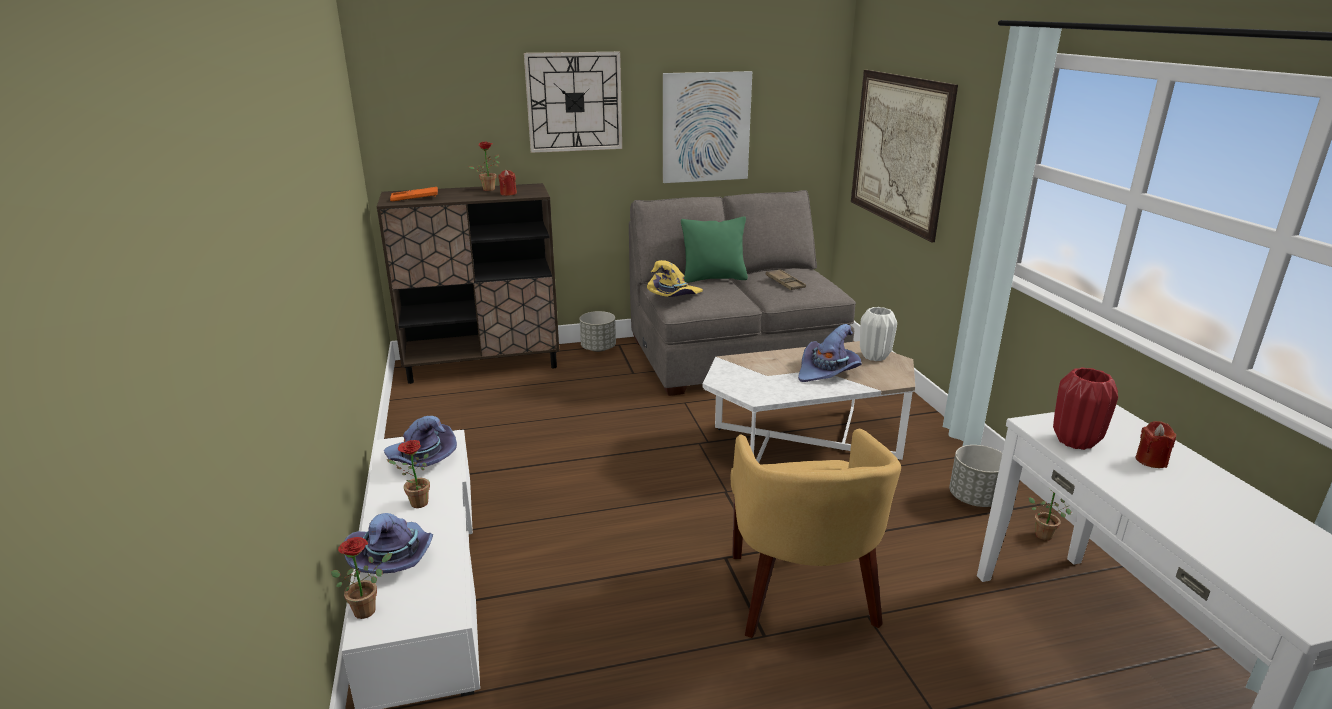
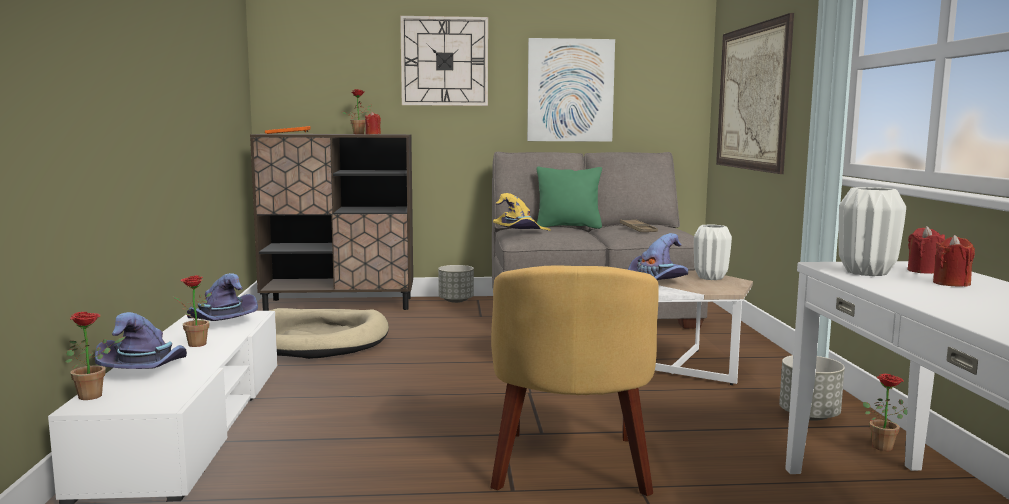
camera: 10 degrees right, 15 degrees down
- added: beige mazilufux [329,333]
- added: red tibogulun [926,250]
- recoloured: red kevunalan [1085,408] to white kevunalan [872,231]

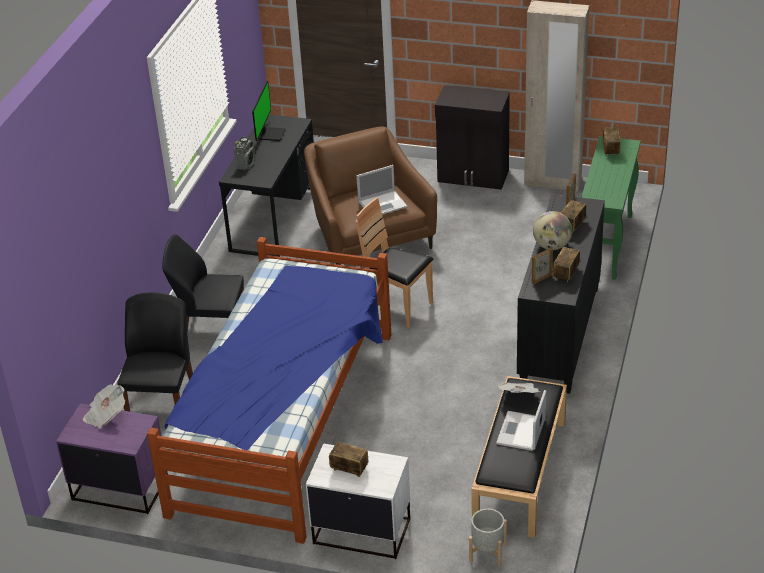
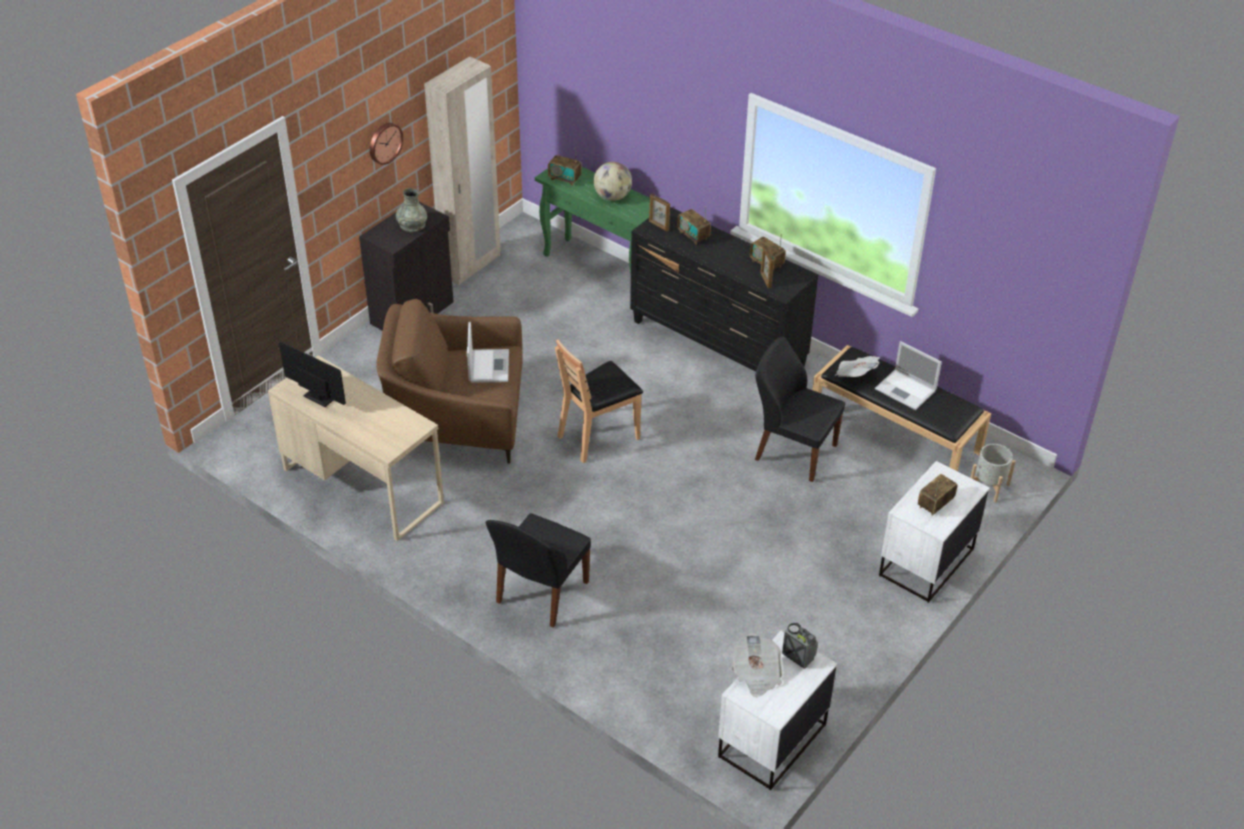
camera: 70 degrees left, 5 degrees up
- removed: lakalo [269,390]
- added: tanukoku [386,144]
- added: grey kevunalan [411,210]
- moved: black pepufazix [155,352] to [800,409]
- moved: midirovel [245,153] to [800,646]
- moved: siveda [552,230] to [612,181]
- recoloured: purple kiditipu [112,459] to white kiditipu [778,710]
- recoloured: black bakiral [266,185] to beige bakiral [356,448]

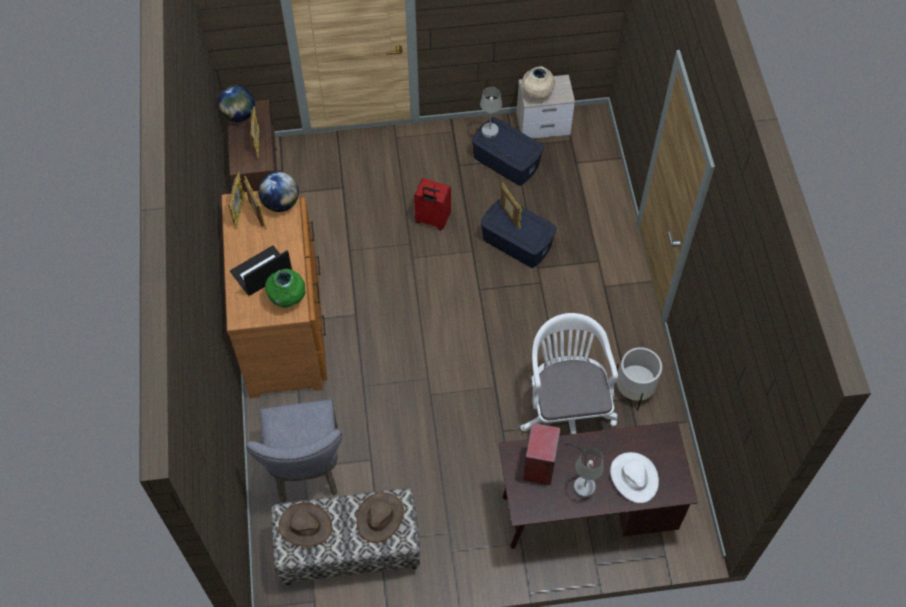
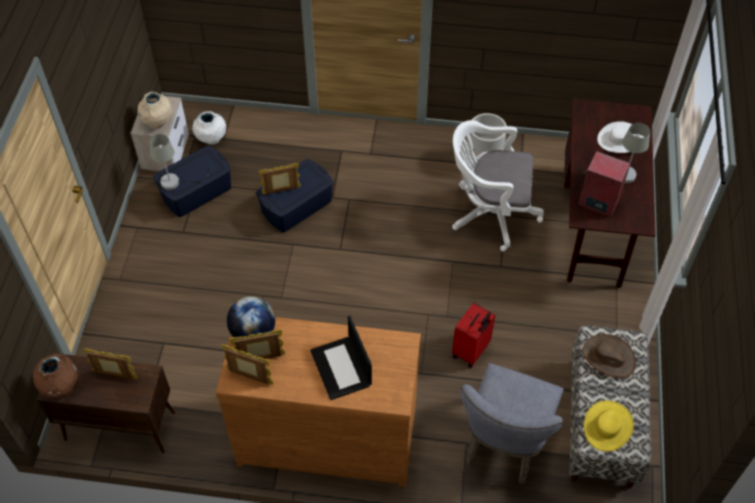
camera: 75 degrees left, 5 degrees down
- removed: green kevunalan [285,288]
- added: white kevunalan [209,128]
- moved: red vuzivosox [432,204] to [473,335]
- replaced: siveda [236,103] to brown kevunalan [55,376]
- recoloured: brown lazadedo [305,524] to yellow lazadedo [609,426]
- turned: grey pepufazix [294,451] = [512,423] 105 degrees clockwise

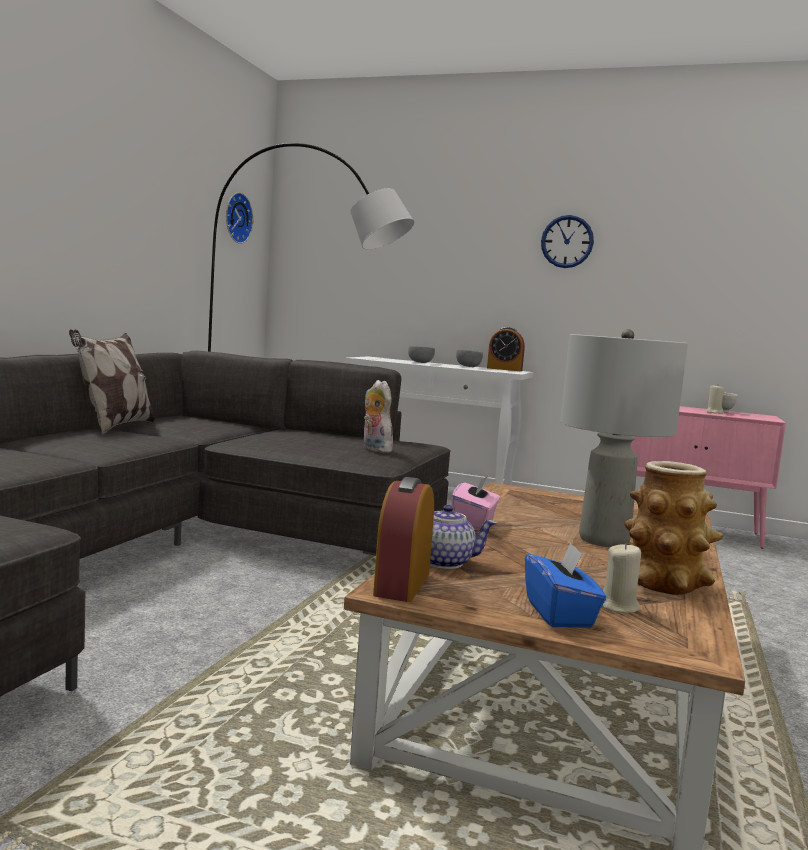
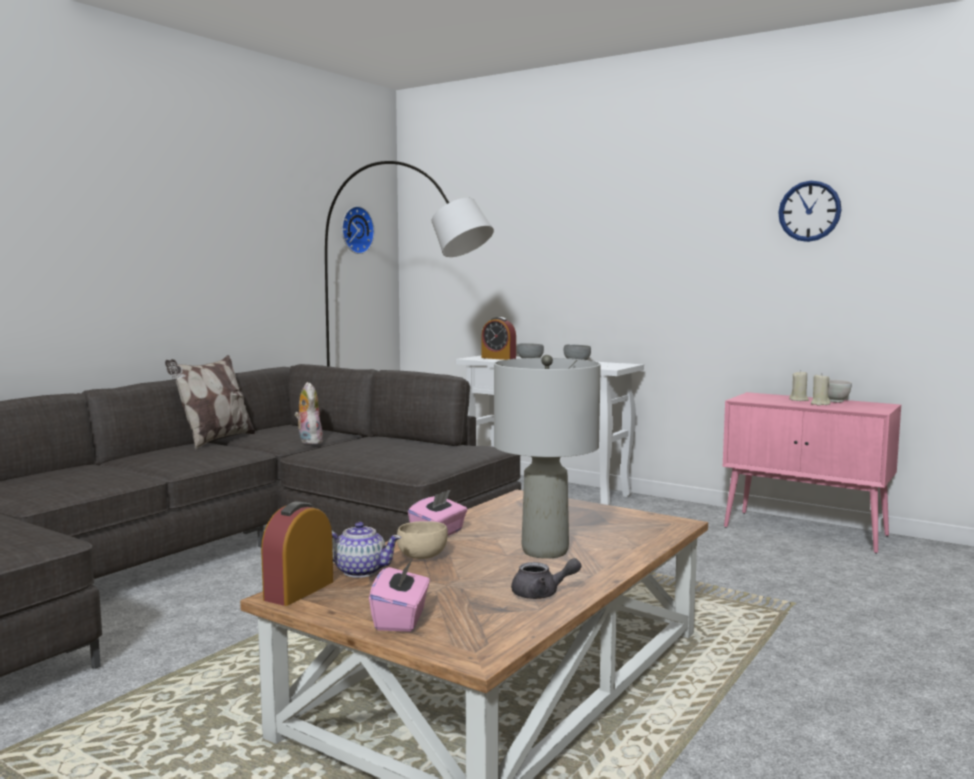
camera: 15 degrees right, 0 degrees up
- added: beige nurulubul [422,540]
- moved: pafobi [378,416] to [309,413]
- moved: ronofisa [506,349] to [498,338]
- moved: tanukoku [567,241] to [810,211]
- moved: beige tibogulun [621,578] to [799,385]
- replaced: kevunalan [673,528] to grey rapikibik [546,578]
- recoloured: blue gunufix [565,585] to pink gunufix [399,595]

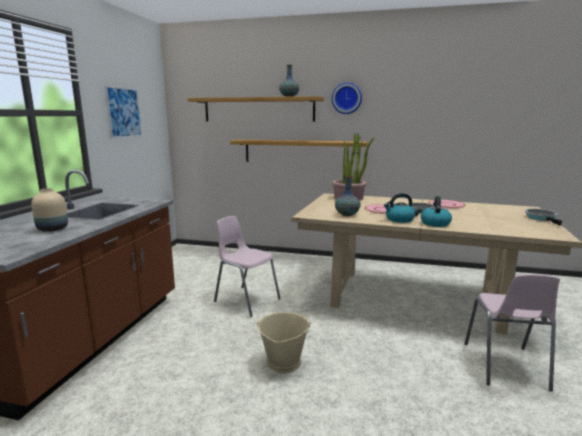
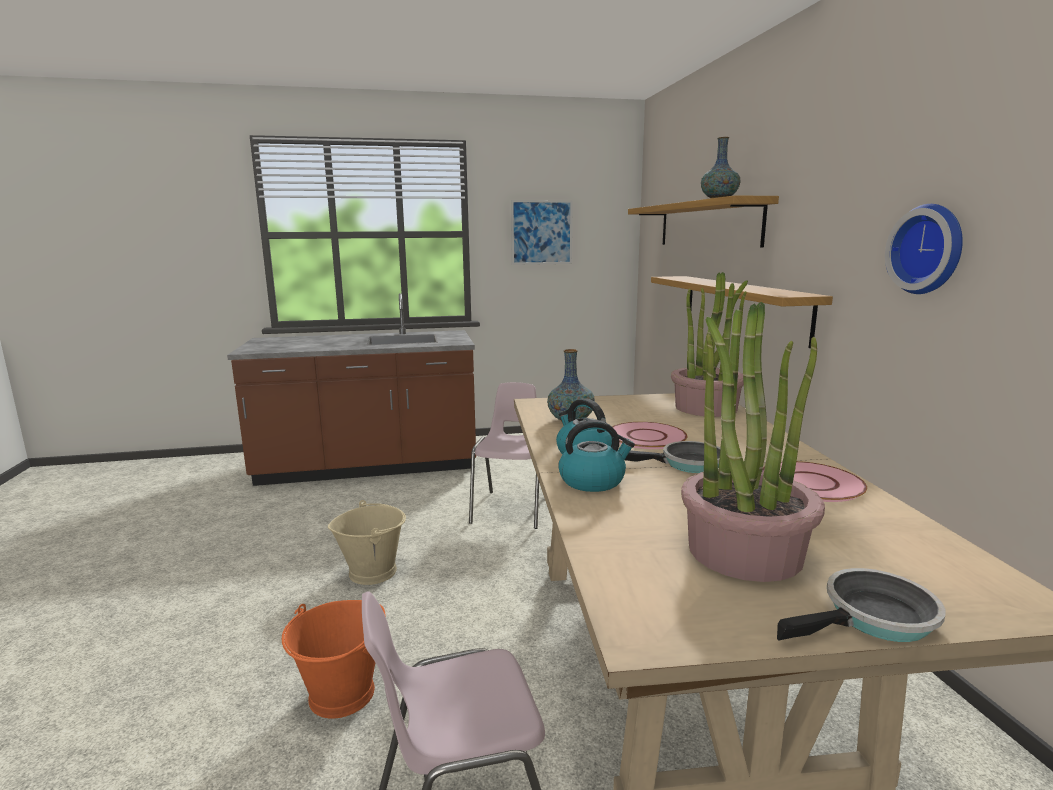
camera: 65 degrees right, 0 degrees up
- removed: beige kevunalan [49,210]
- added: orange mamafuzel [334,659]
- added: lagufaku [753,442]
- moved: tanukoku [347,98] to [924,249]

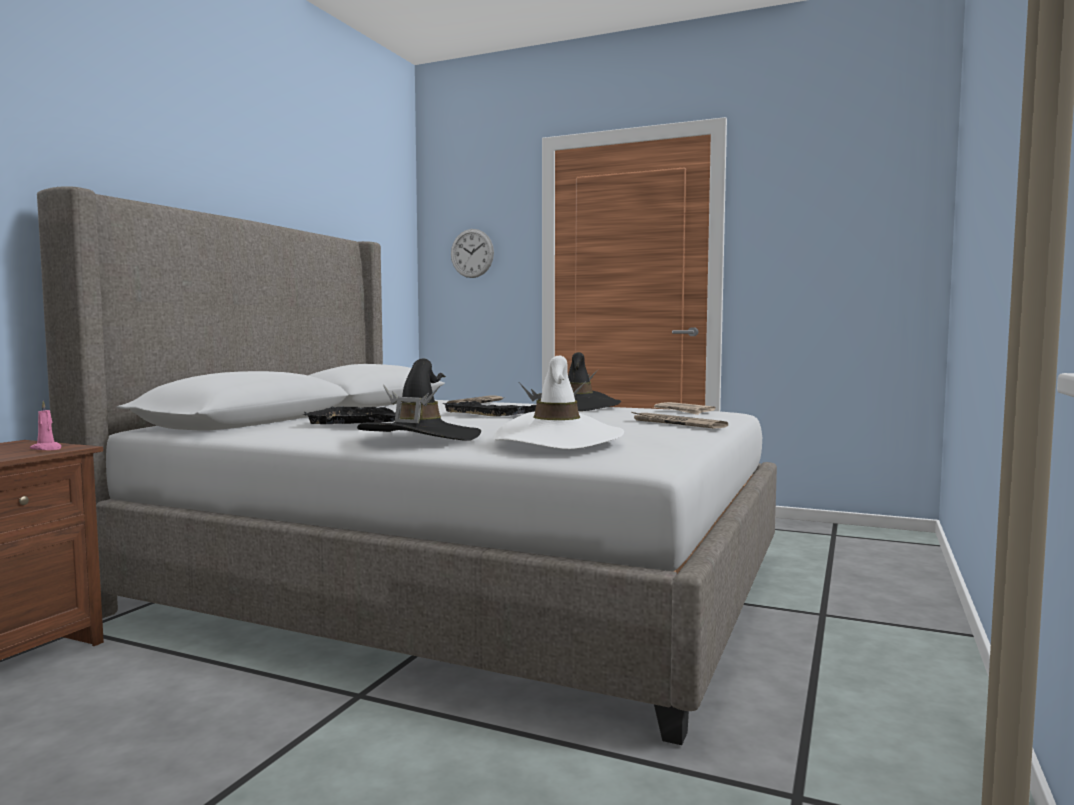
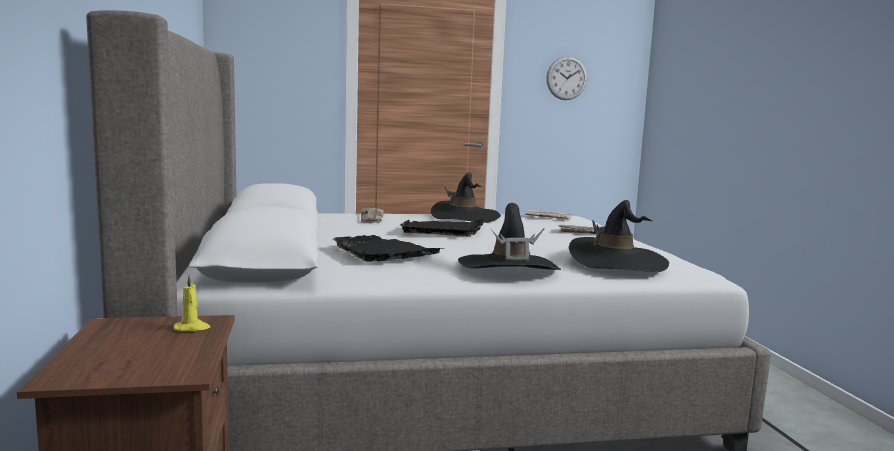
camera: 35 degrees left, 5 degrees up
- moved: tanukoku [472,253] to [566,78]
- recoloured: pink tibogulun [45,425] to yellow tibogulun [192,303]
- recoloured: white lazadedo [558,402] to black lazadedo [619,236]

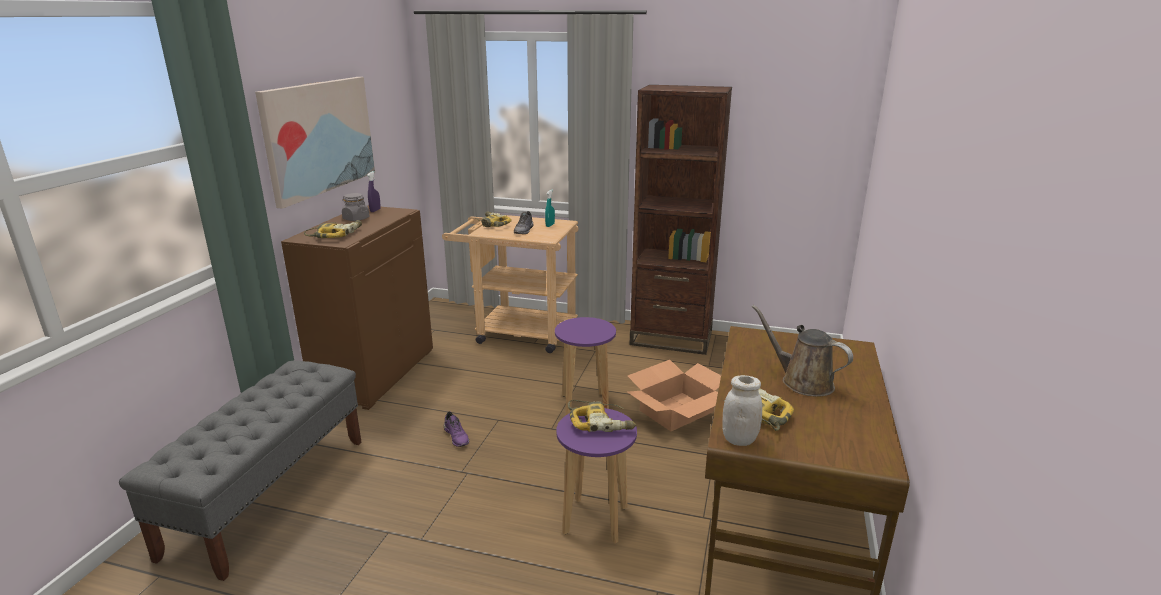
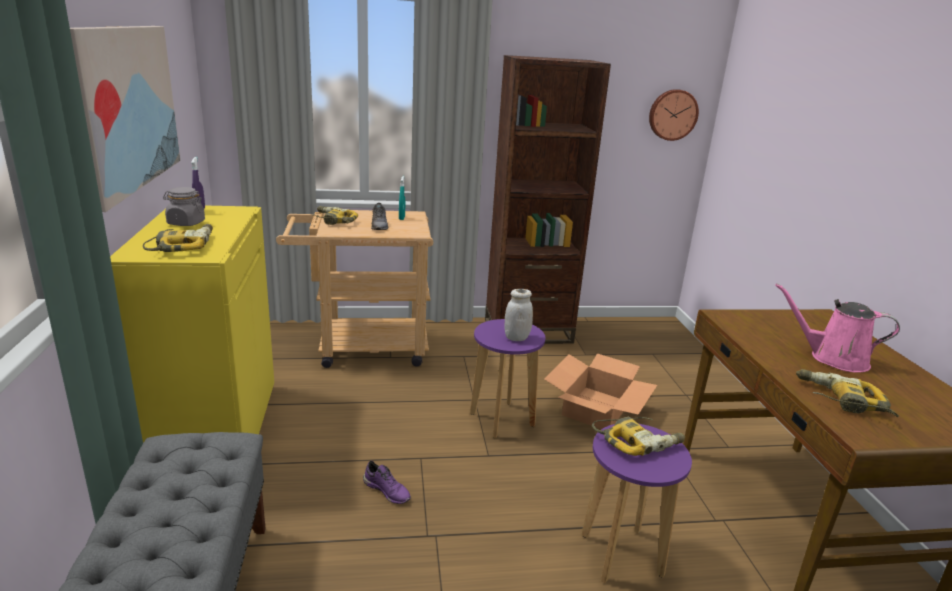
camera: 25 degrees left, 0 degrees up
- added: tanukoku [674,115]
- moved: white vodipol [742,410] to [518,315]
- recoloured: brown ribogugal [357,307] to yellow ribogugal [192,324]
- recoloured: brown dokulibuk [802,351] to pink dokulibuk [837,328]

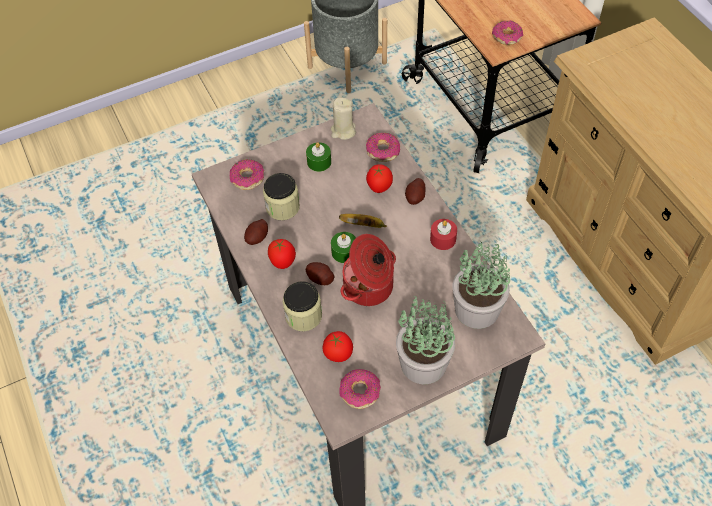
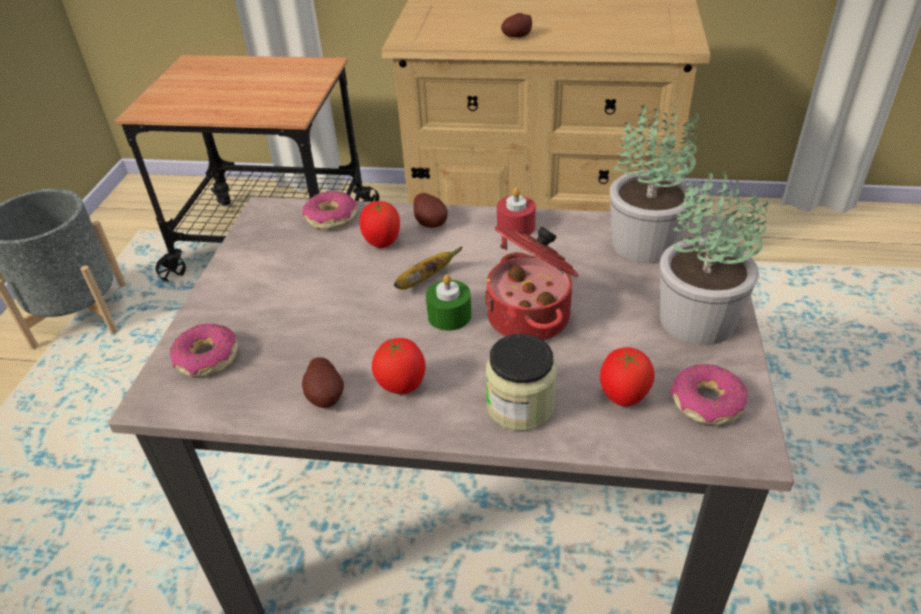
camera: 55 degrees left, 15 degrees down
- removed: vodipol [281,196]
- removed: green tibogulun [318,157]
- removed: beige tibogulun [343,118]
- removed: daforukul [507,33]
- moved: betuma [320,273] to [516,25]

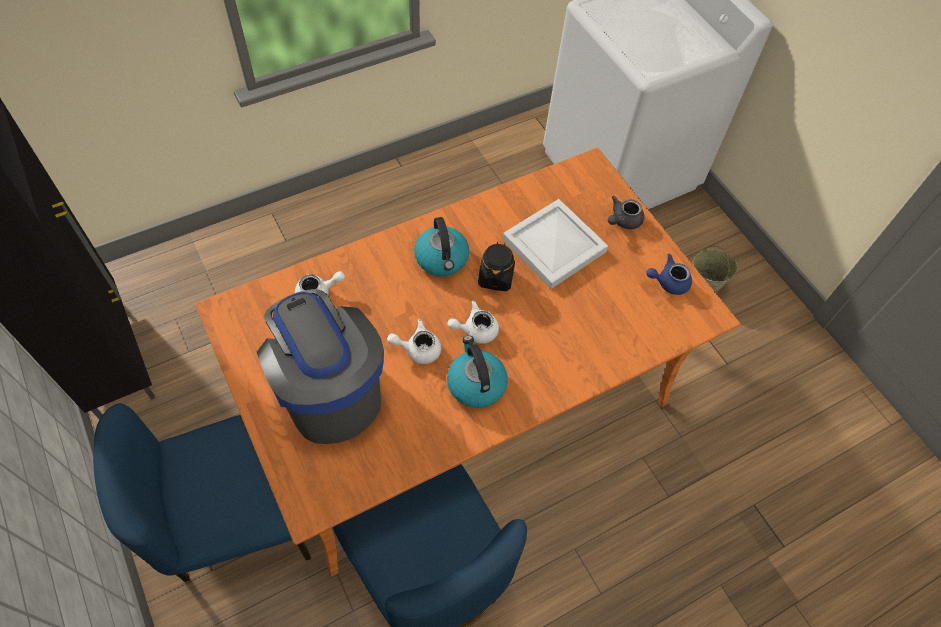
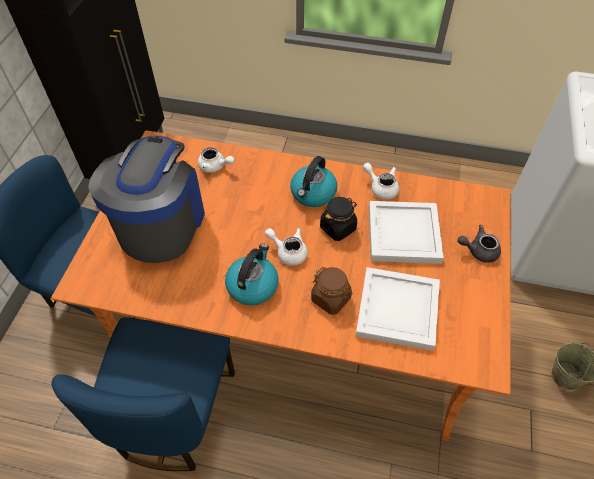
camera: 45 degrees right, 5 degrees down
- removed: blue rapikibik [669,274]
- added: brown vodipol [332,291]
- added: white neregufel [397,309]
- moved: white rapikibik [414,341] to [381,181]

